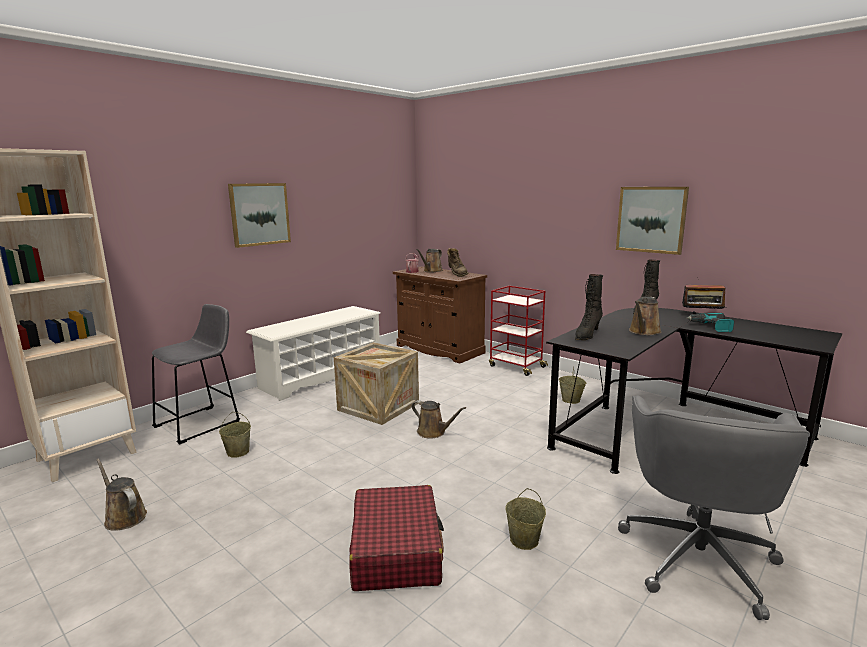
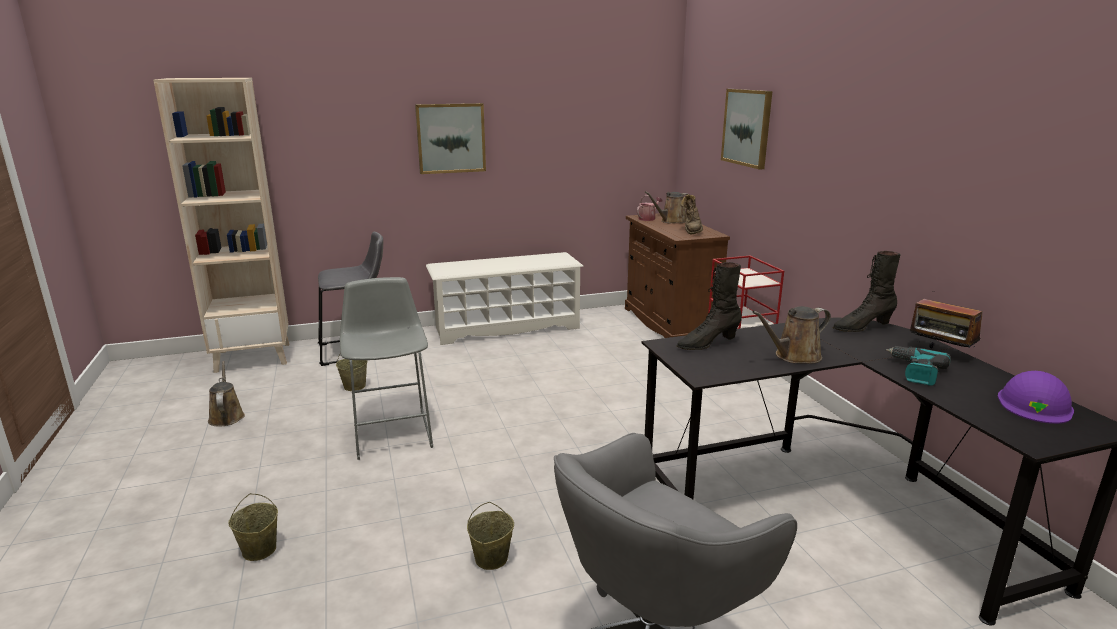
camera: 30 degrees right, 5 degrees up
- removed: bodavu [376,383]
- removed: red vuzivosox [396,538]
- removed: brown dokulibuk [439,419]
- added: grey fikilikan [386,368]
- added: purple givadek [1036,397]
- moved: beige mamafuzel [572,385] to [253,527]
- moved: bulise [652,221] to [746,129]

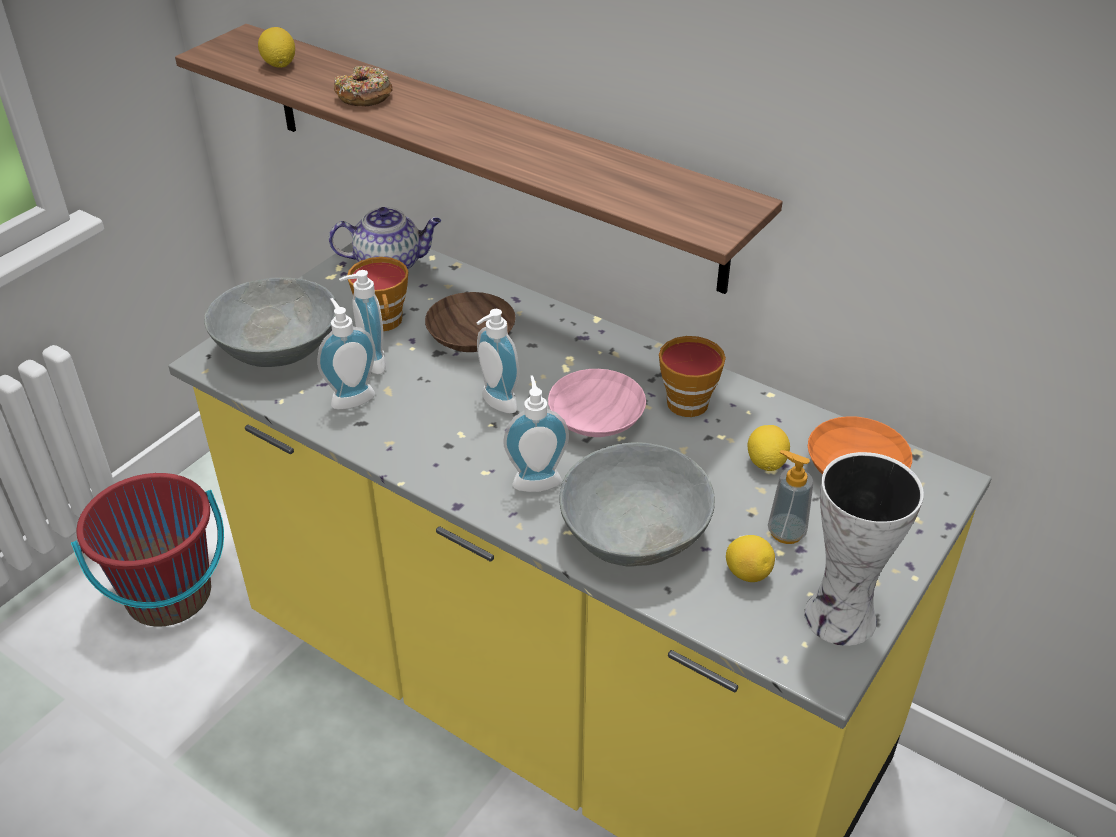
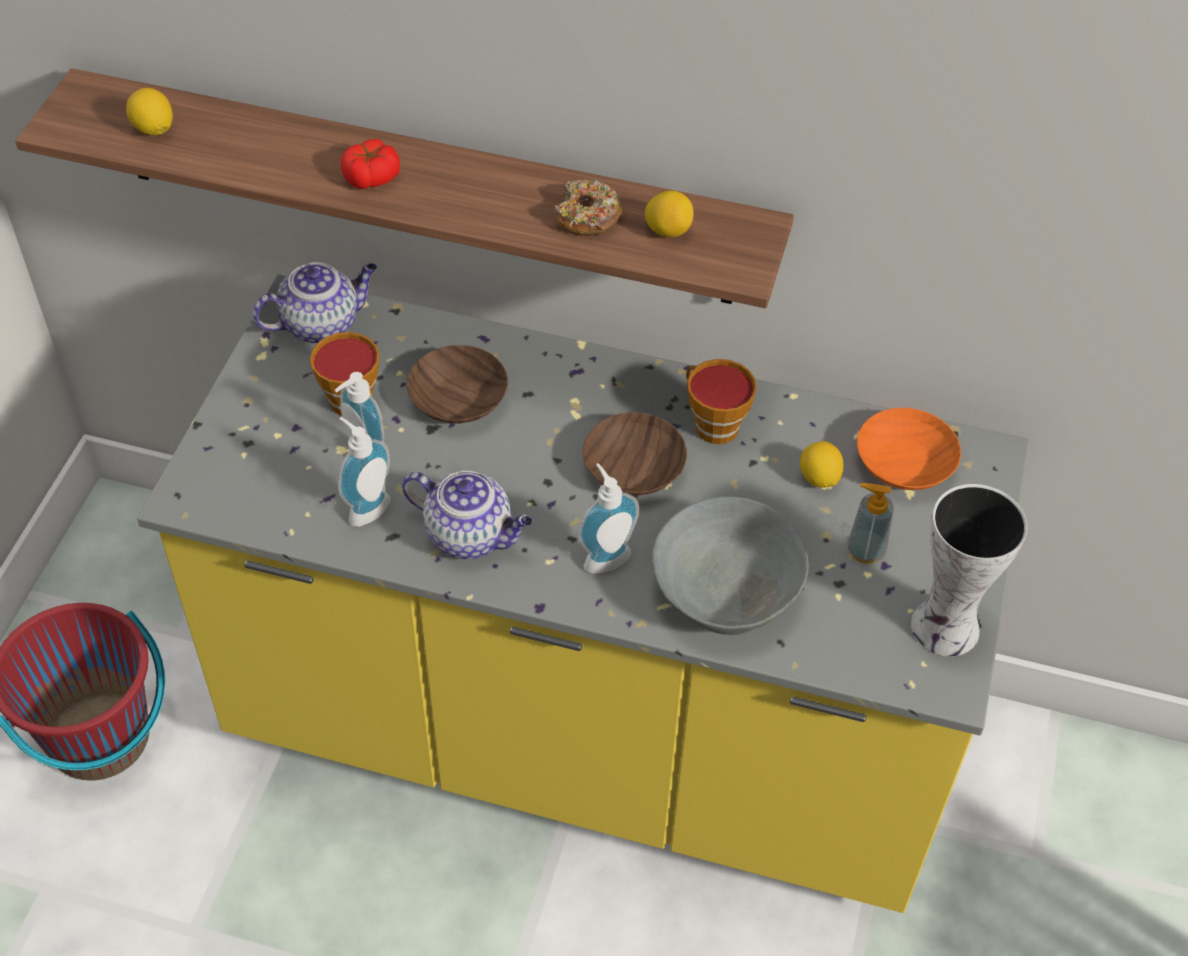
camera: 20 degrees left, 10 degrees up
- removed: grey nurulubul [270,322]
- removed: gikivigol [498,361]
- added: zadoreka [370,164]
- added: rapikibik [467,515]
- moved: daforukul [363,86] to [588,207]
- moved: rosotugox [750,558] to [669,214]
- recoloured: pink nurulubul [597,403] to brown nurulubul [635,453]

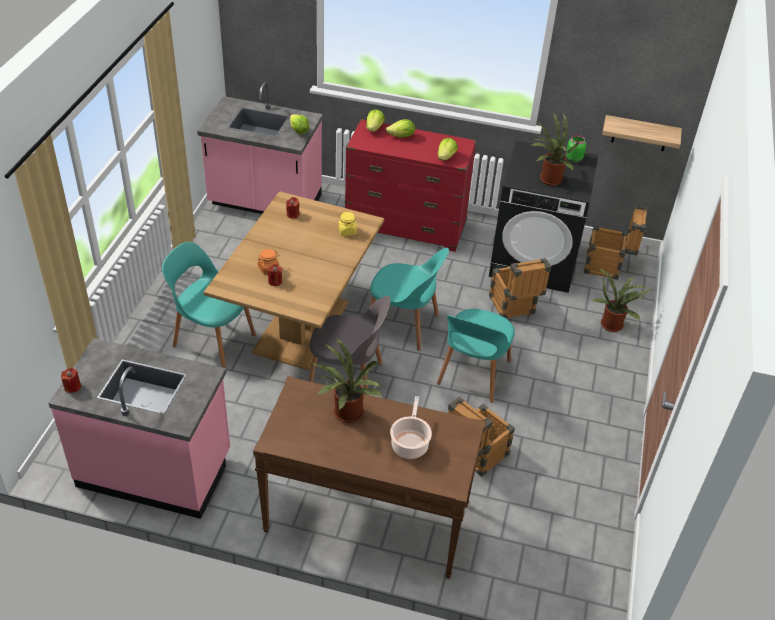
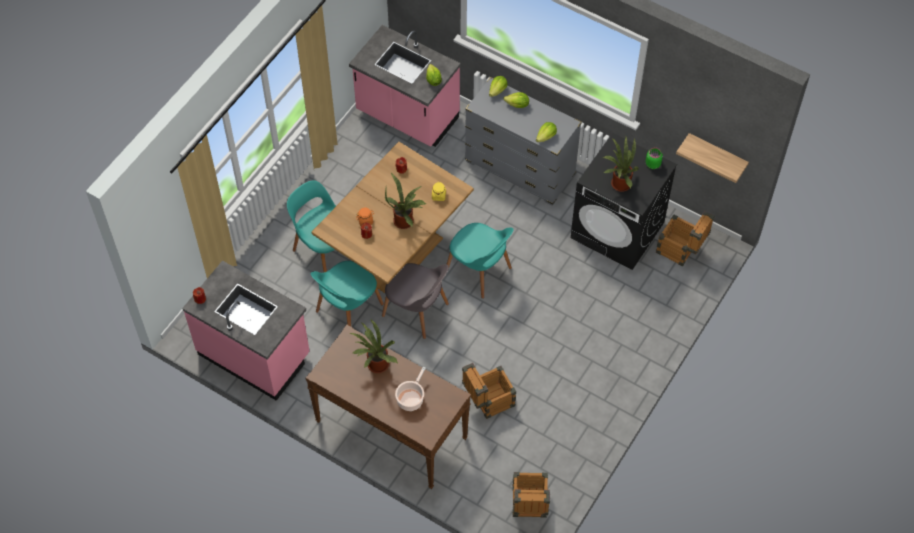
camera: 20 degrees right, 15 degrees up
- moved: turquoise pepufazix [476,356] to [347,293]
- moved: bodavu [520,288] to [531,495]
- moved: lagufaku [623,300] to [405,201]
- recoloured: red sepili [411,185] to grey sepili [523,141]

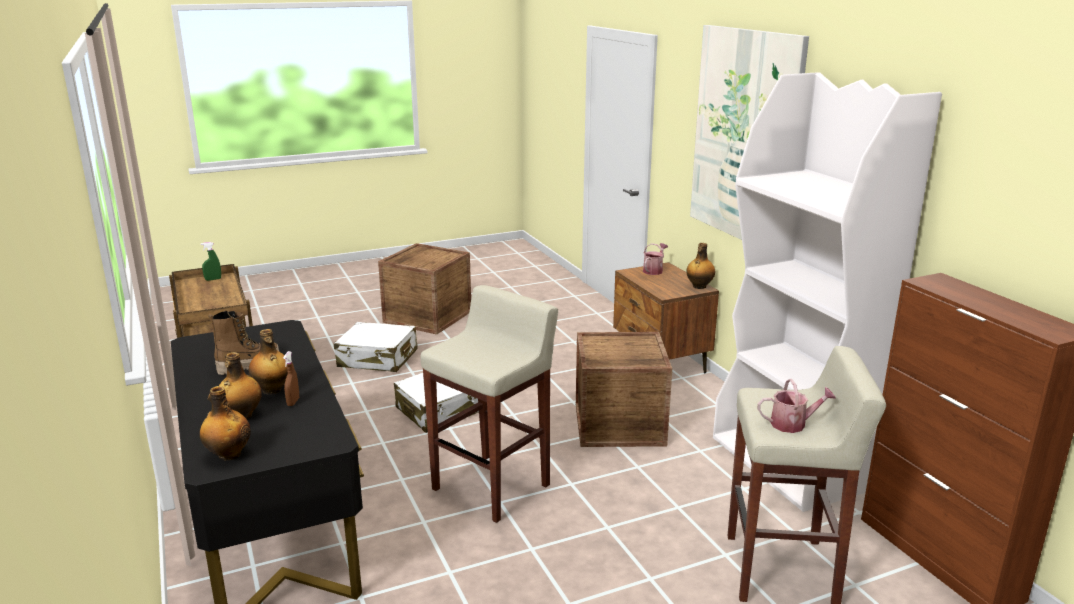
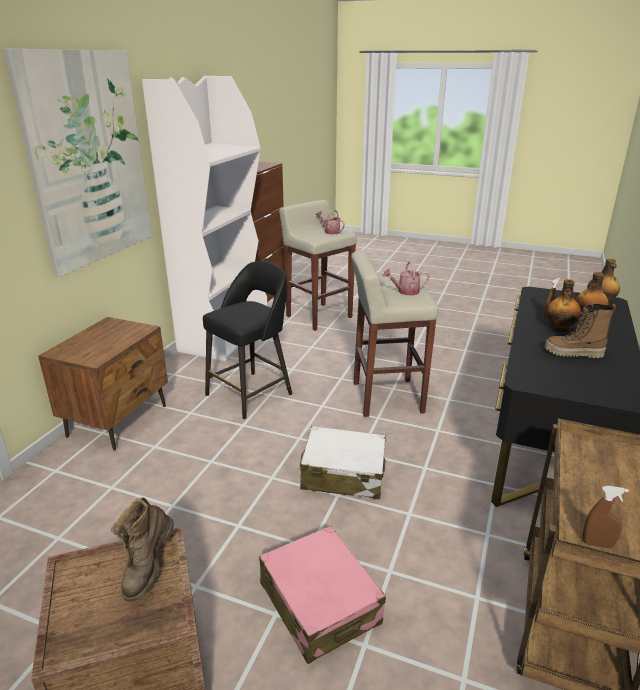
camera: 135 degrees left, 5 degrees up
- removed: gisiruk [700,266]
- added: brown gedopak [142,549]
- moved: dokulibuk [655,259] to [406,278]
- replaced: bodavu [624,389] to black fikilikan [247,340]
- recoloured: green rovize [211,261] to brown rovize [605,517]
- recoloured: white vuzivosox [376,347] to pink vuzivosox [322,595]

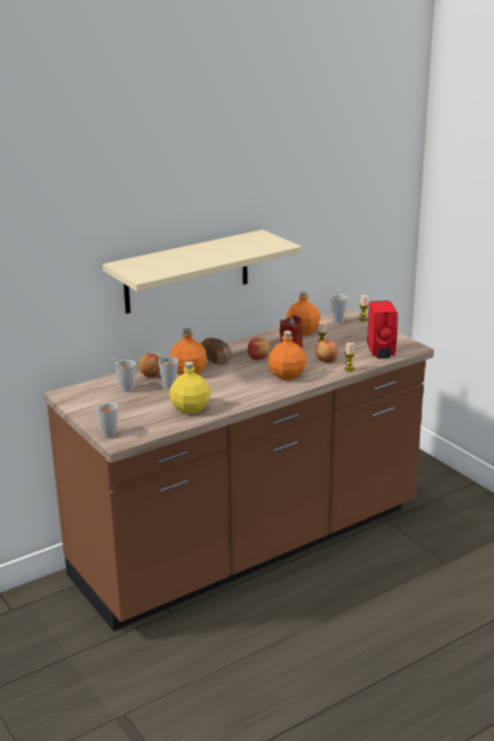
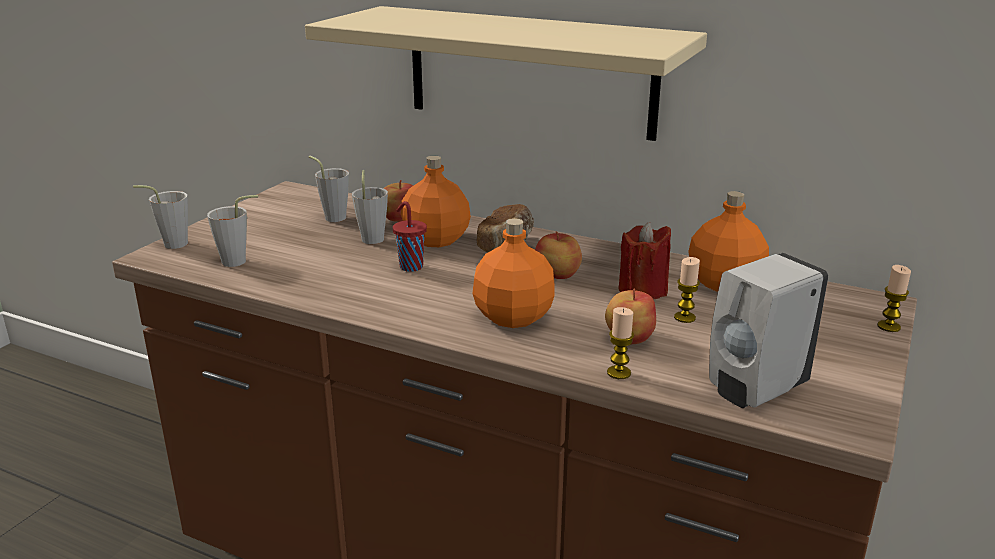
camera: 60 degrees right, 0 degrees up
- removed: yellow gisiruk [190,387]
- added: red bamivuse [410,236]
- moved: grey bamivuse [338,304] to [233,231]
- recoloured: red gikivigol [382,329] to white gikivigol [768,330]

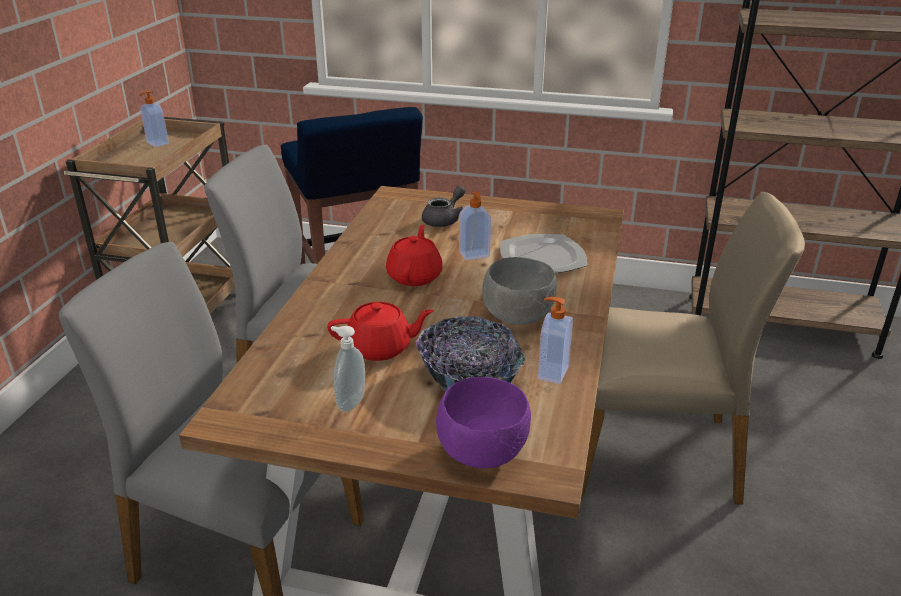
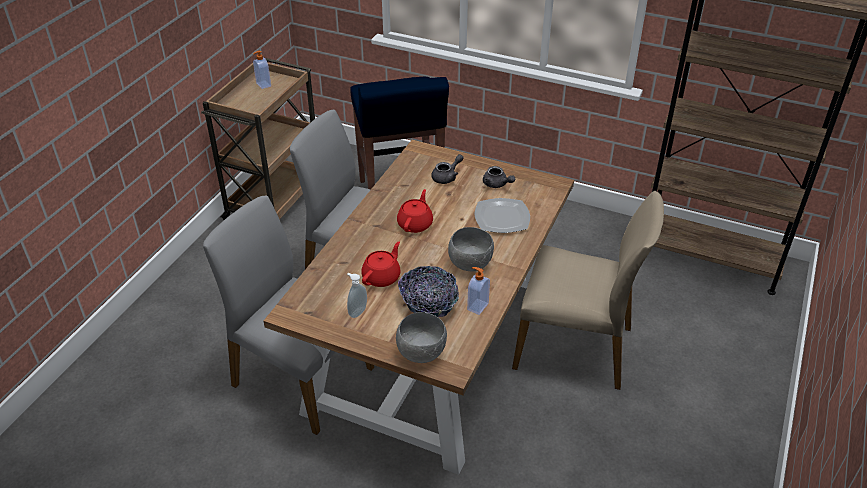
camera: 10 degrees right, 10 degrees up
- removed: gikivigol [475,226]
- added: grey rapikibik [499,177]
- recoloured: purple nurulubul [483,422] to grey nurulubul [421,337]
- turned: red rapikibik [380,331] = [381,264] 60 degrees counterclockwise

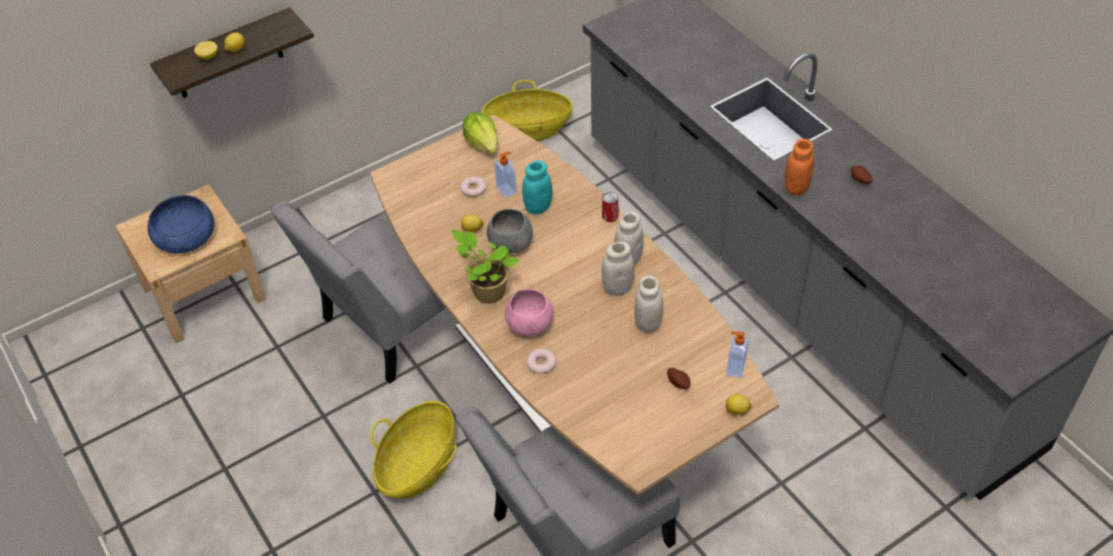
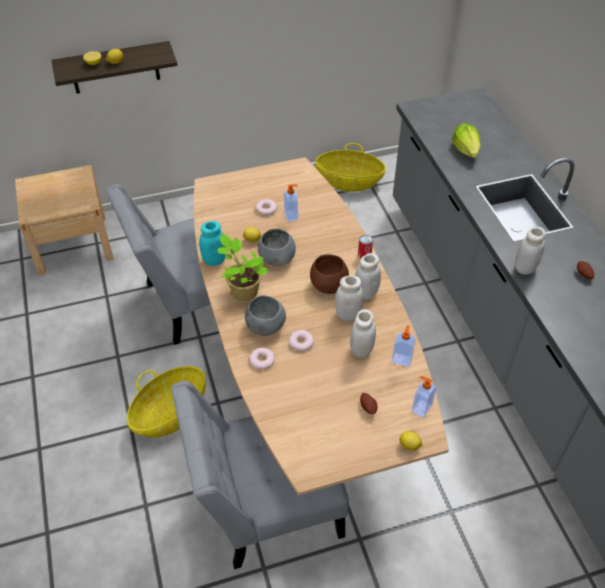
camera: 15 degrees right, 0 degrees up
- removed: blue nurulubul [180,224]
- added: daforukul [301,340]
- added: brown nurulubul [329,274]
- added: gikivigol [404,346]
- moved: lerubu [480,133] to [466,140]
- moved: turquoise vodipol [537,187] to [212,243]
- recoloured: pink nurulubul [529,312] to grey nurulubul [265,316]
- recoloured: orange vodipol [799,167] to white vodipol [530,250]

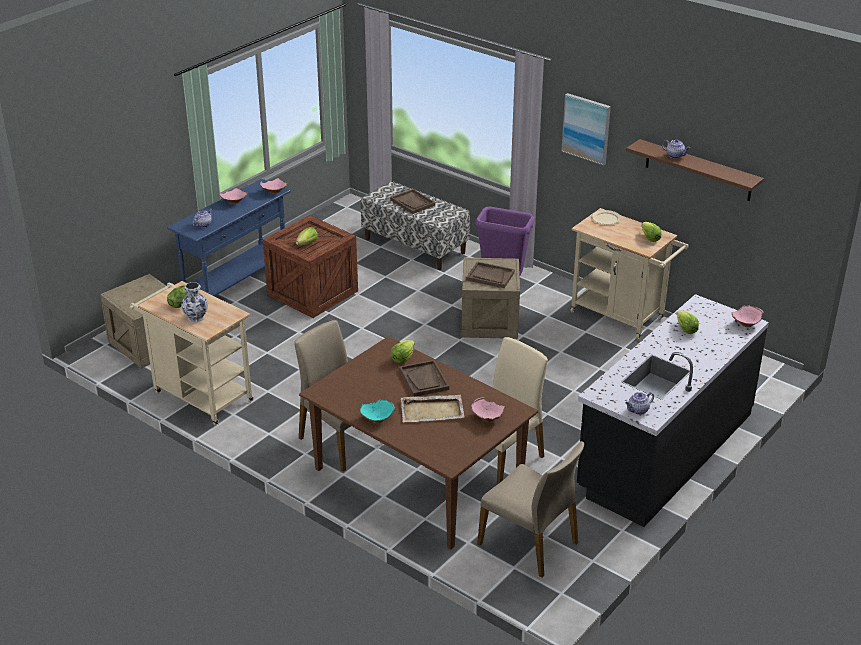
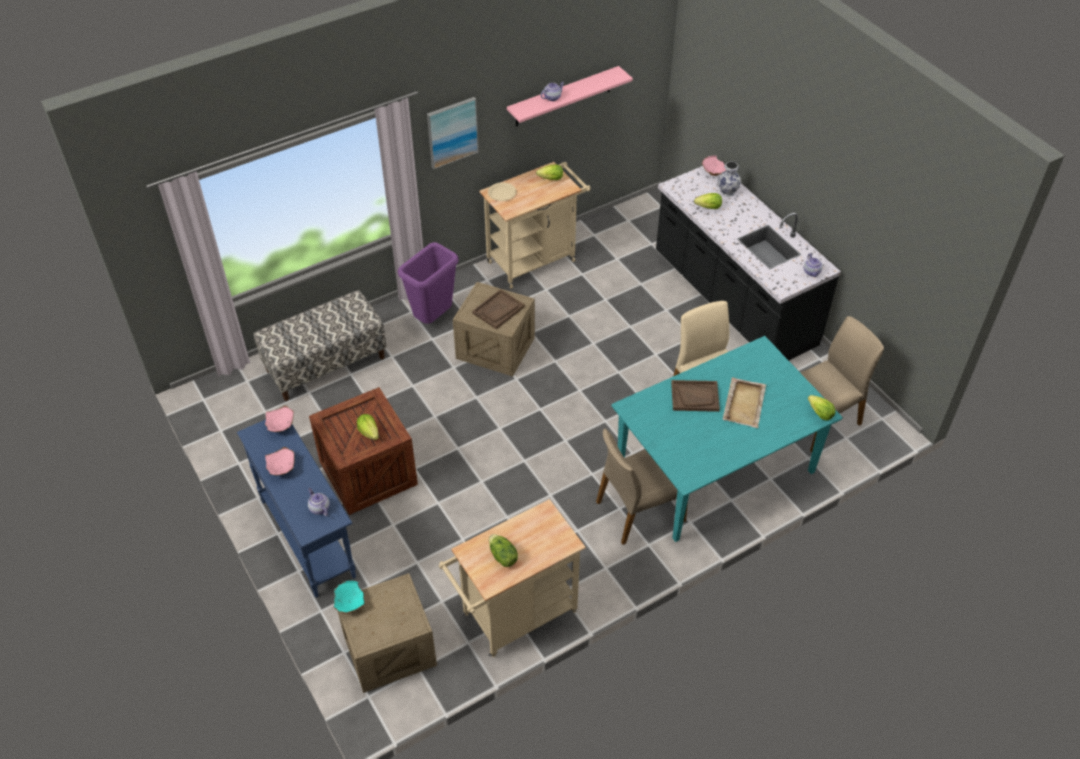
camera: 70 degrees left, 15 degrees up
- removed: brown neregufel [412,201]
- removed: pink nurulubul [488,409]
- moved: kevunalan [194,302] to [729,179]
- moved: turquoise nurulubul [377,411] to [349,597]
- moved: lerubu [402,351] to [822,408]
- recoloured: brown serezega [418,442] to turquoise serezega [727,439]
- recoloured: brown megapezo [695,170] to pink megapezo [570,96]

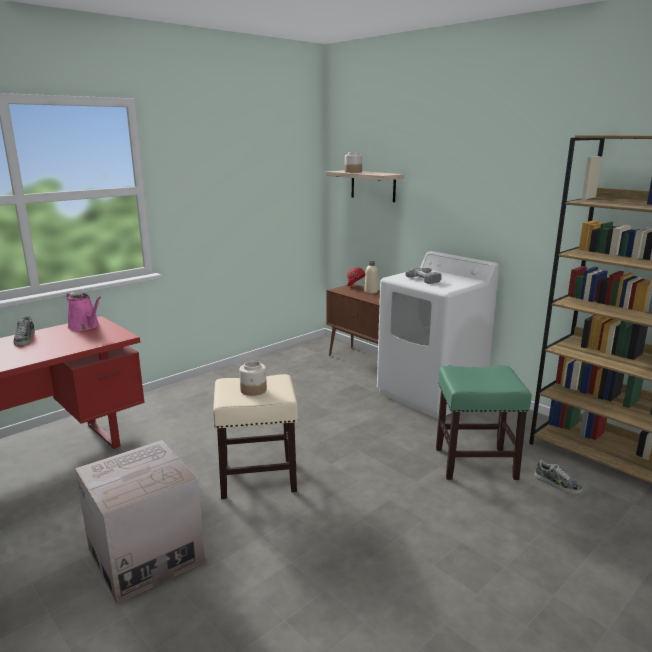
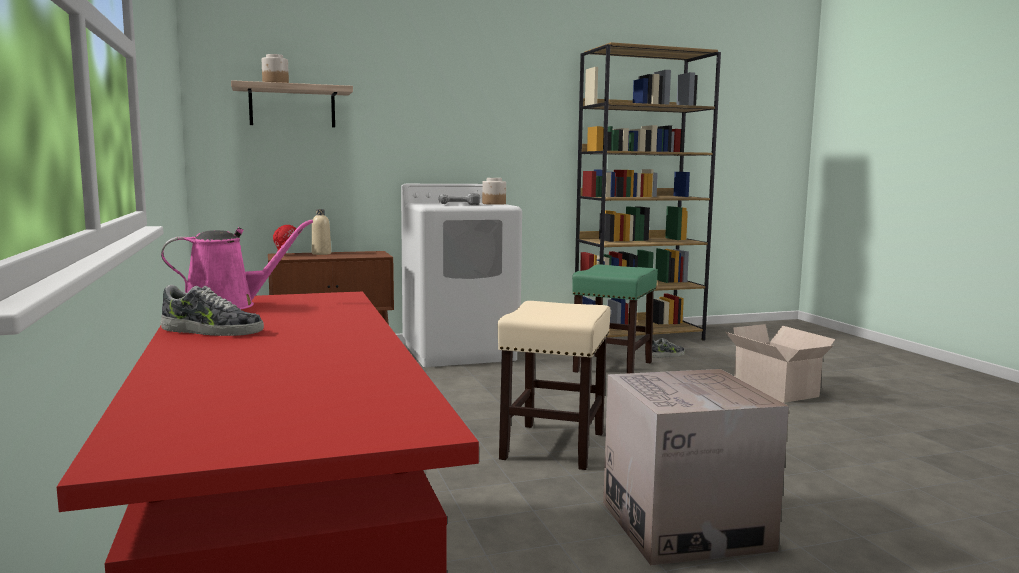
camera: 65 degrees left, 10 degrees down
- added: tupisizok [780,363]
- moved: vodipol [253,378] to [494,191]

